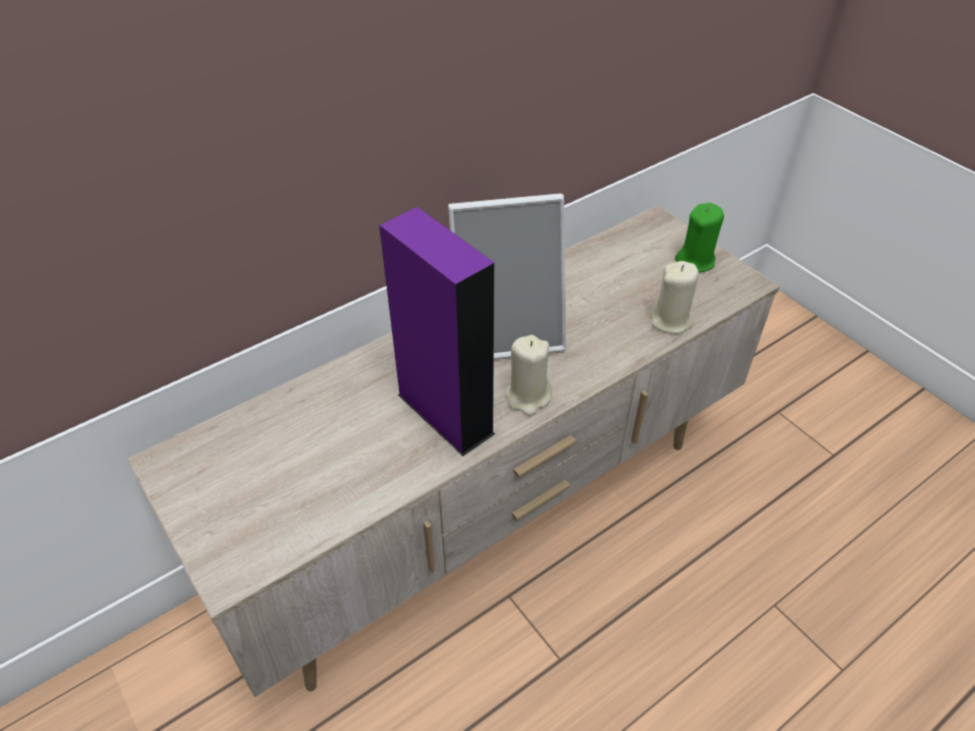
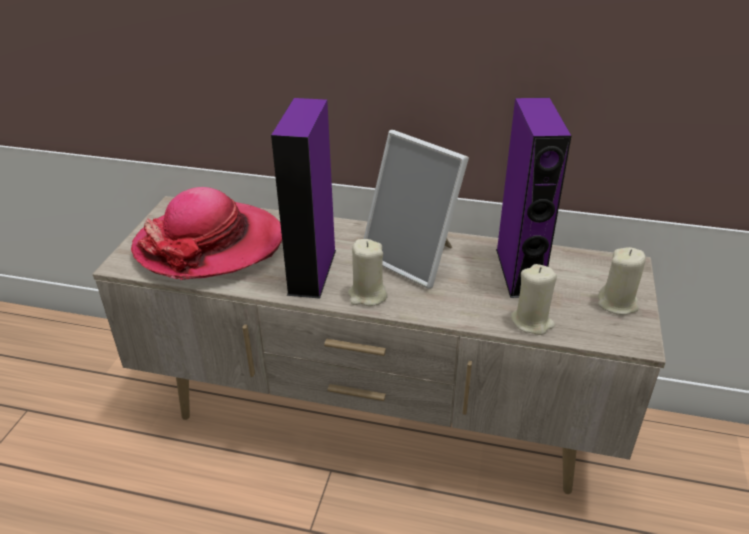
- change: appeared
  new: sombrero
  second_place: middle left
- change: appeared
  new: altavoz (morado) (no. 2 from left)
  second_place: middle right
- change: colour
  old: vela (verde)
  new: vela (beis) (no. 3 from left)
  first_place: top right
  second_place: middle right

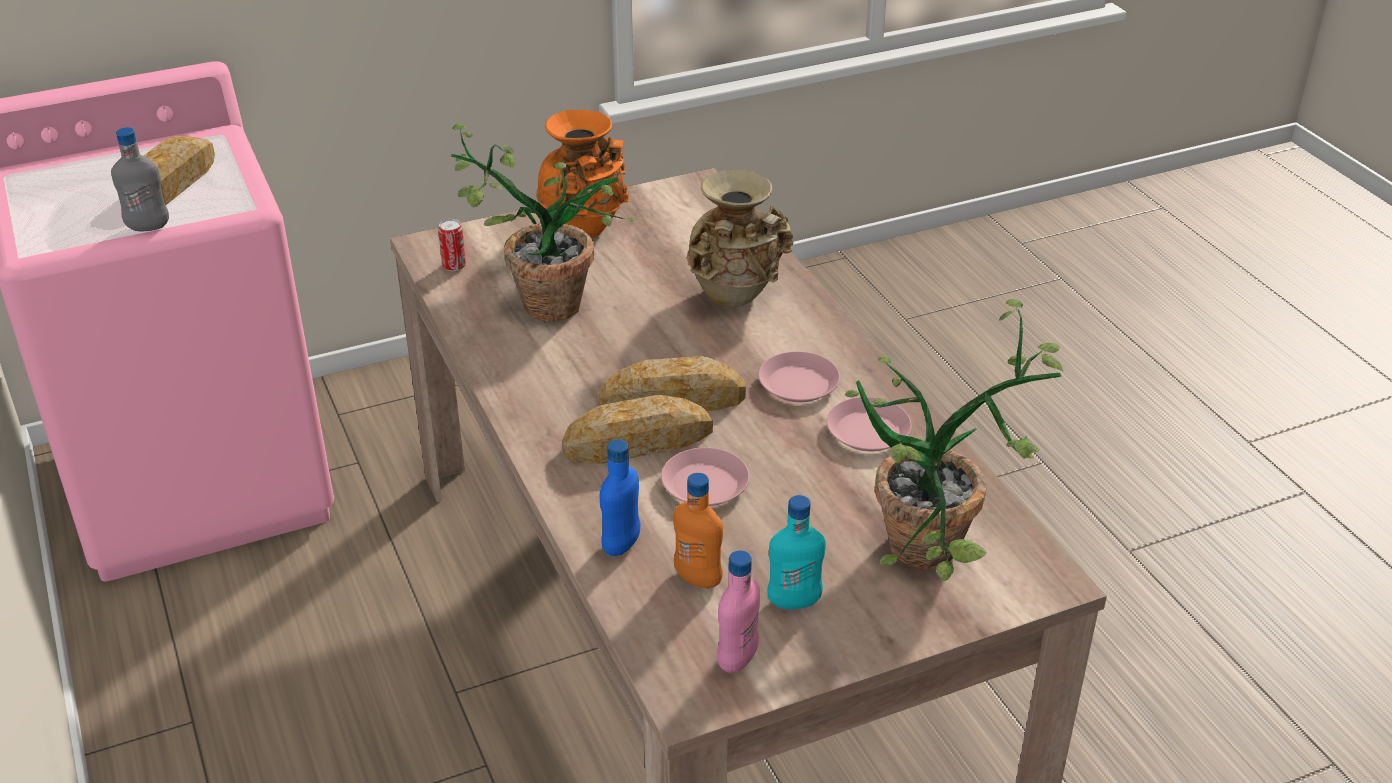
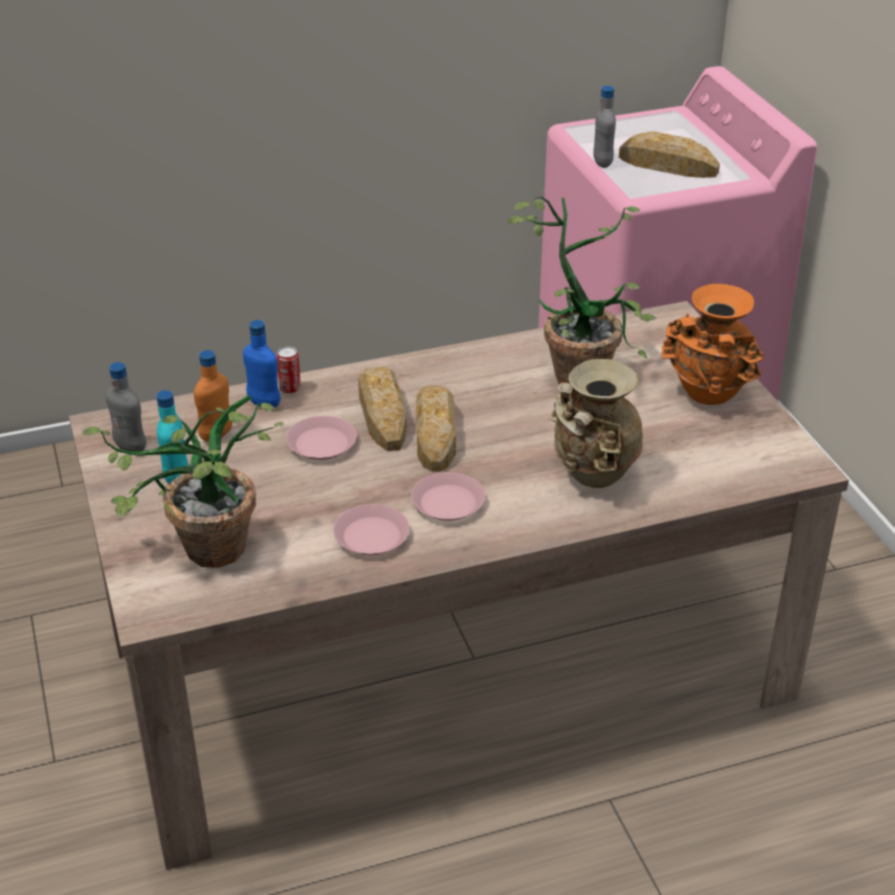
- change: colour
  old: botella (rosa)
  new: botella (gris) (no. 1 from left)
  first_place: bottom centre
  second_place: middle left
- change: relocated
  old: lata
  first_place: top left
  second_place: middle left

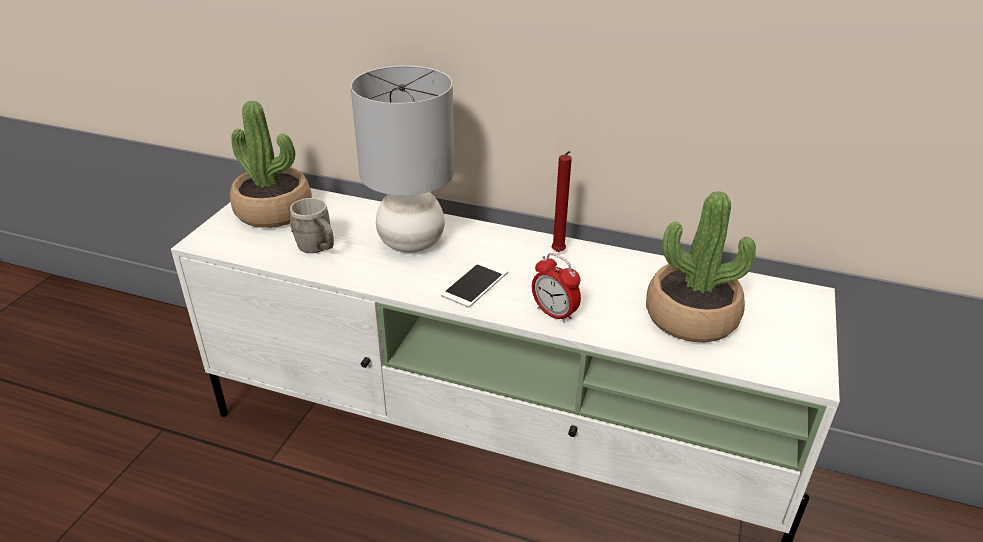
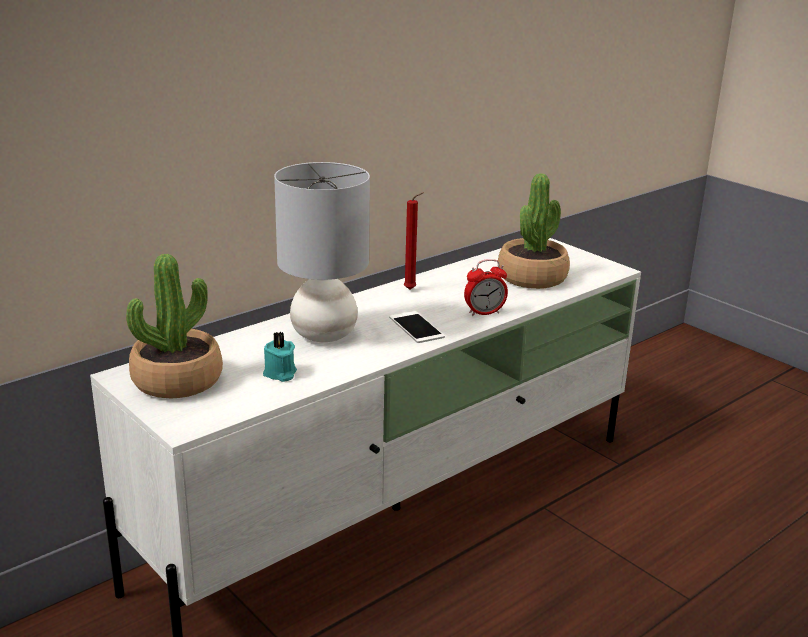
- change: exchanged
  old: taza grande (gris)
  new: vela (turquesa)
  first_place: middle left
  second_place: centre

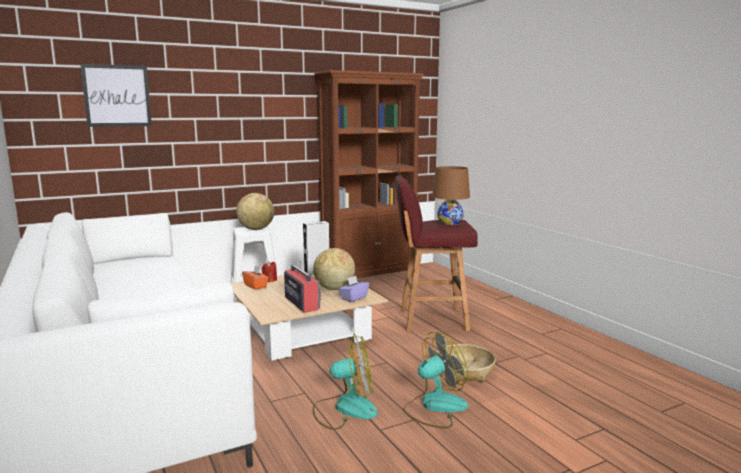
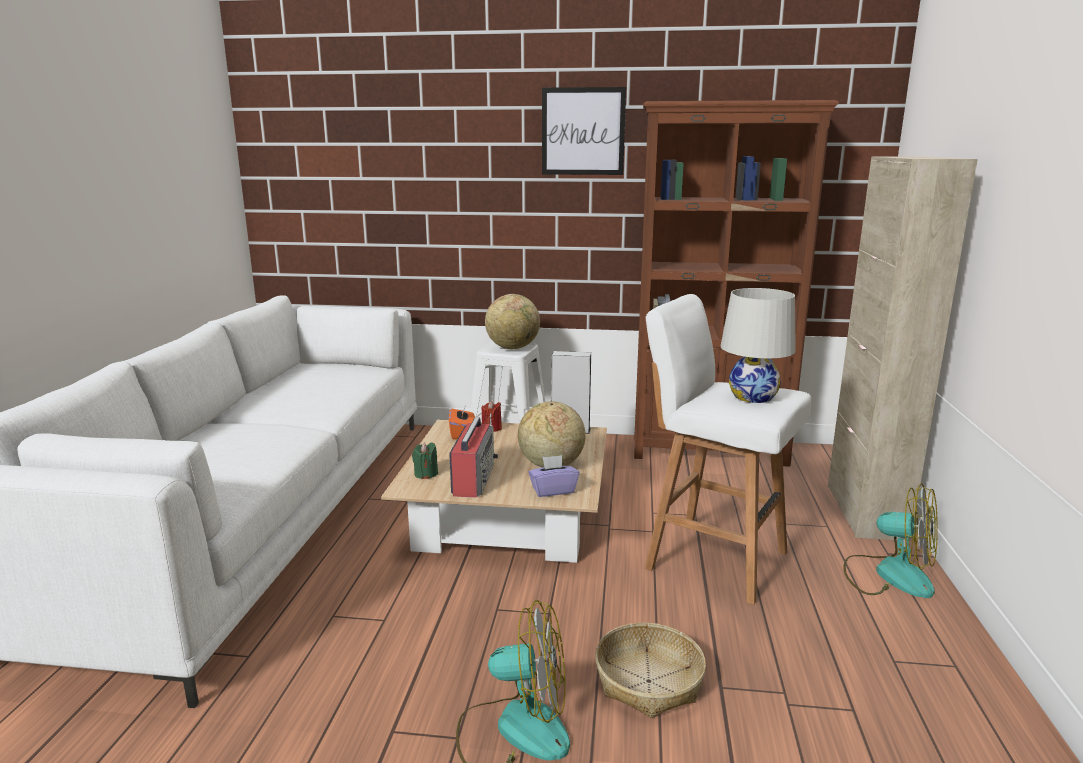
- change: appeared
  new: vela (verde)
  second_place: centre
- change: relocated
  old: cuadro
  first_place: top left
  second_place: top centre
- change: colour
  old: taburete (rojo)
  new: taburete (blanco) (no. 2 from left)
  first_place: centre
  second_place: middle right
- change: colour
  old: lámpara de mesa (marrón)
  new: lámpara de mesa (blanco)
  first_place: centre
  second_place: middle right
- change: appeared
  new: armario (beis)
  second_place: middle right
- change: relocated
  old: ventilador (no. 1 from left in the first image)
  new: ventilador (no. 2 from left)
  first_place: bottom centre
  second_place: bottom right

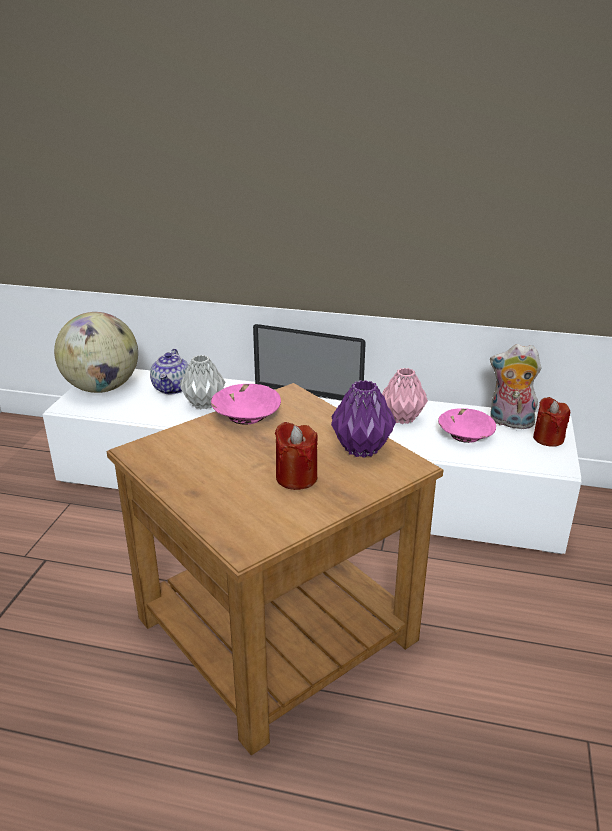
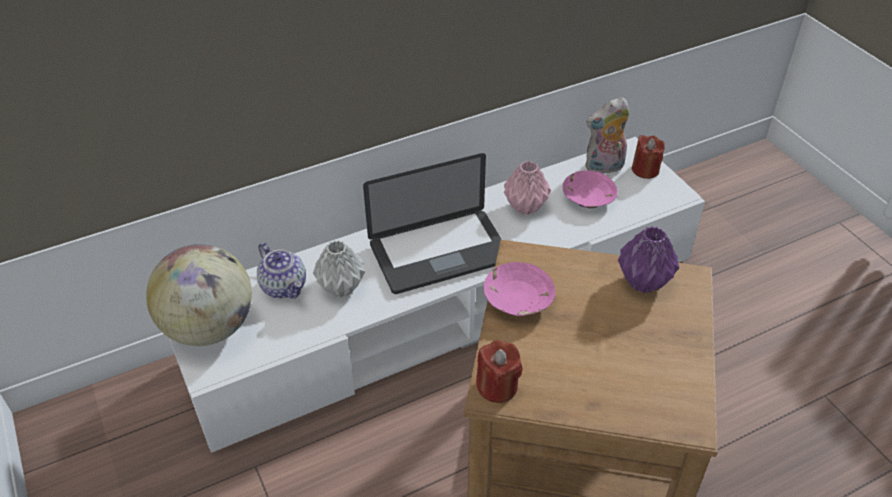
- change: relocated
  old: vela (rojo) (no. 1 from left)
  first_place: centre
  second_place: bottom centre

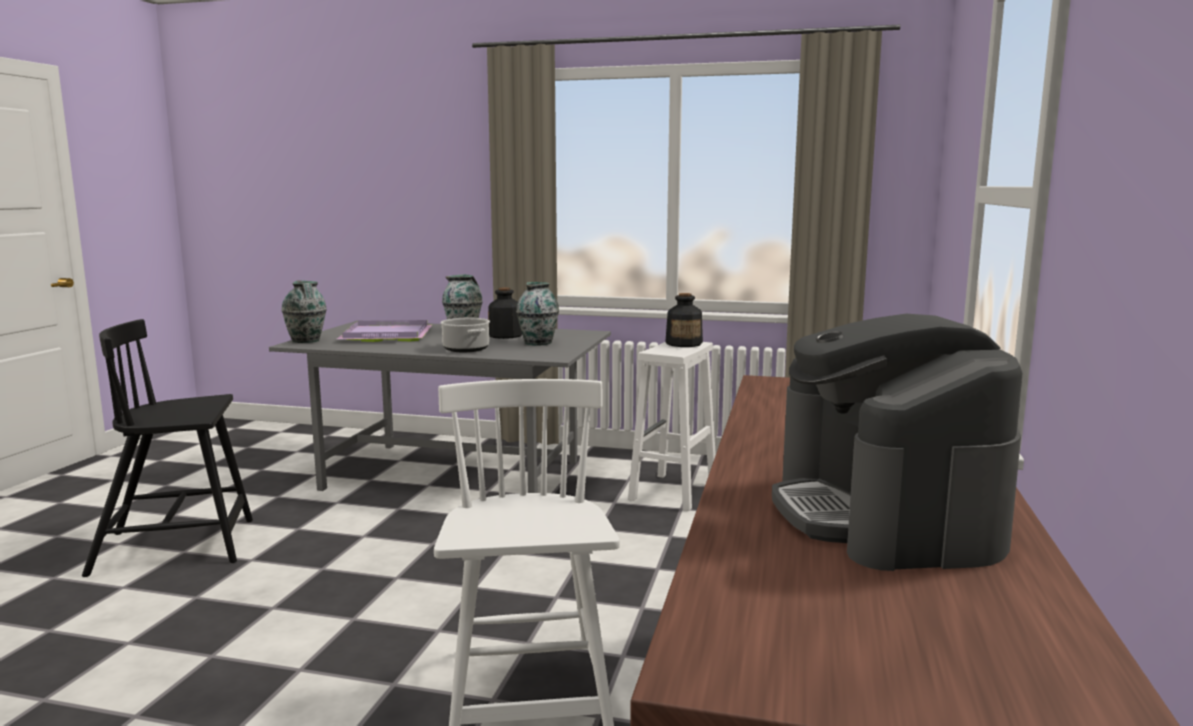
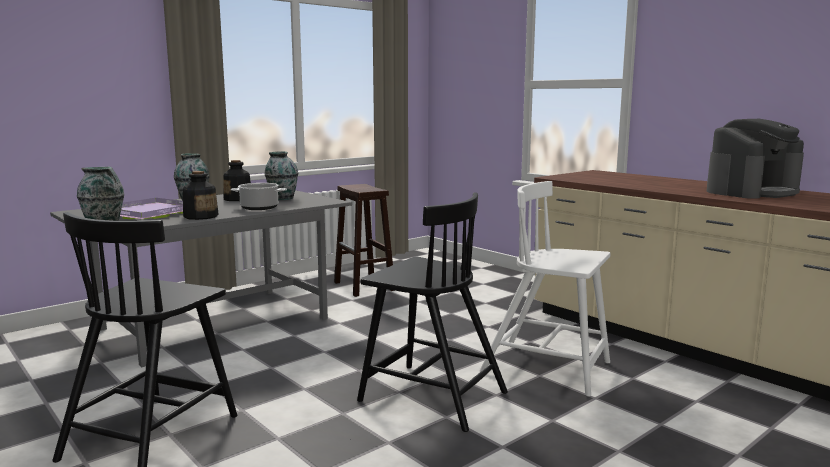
- change: relocated
  old: botella (no. 2 from left in the first image)
  new: botella (no. 1 from left)
  first_place: centre
  second_place: middle left
- change: colour
  old: taburete (blanco)
  new: taburete (marrón)
  first_place: centre
  second_place: centre
- change: appeared
  new: silla (negro) (no. 2 from left)
  second_place: bottom centre
- change: spun
  old: cafetera
  first_place: middle right
  second_place: middle right
  degrees: -60

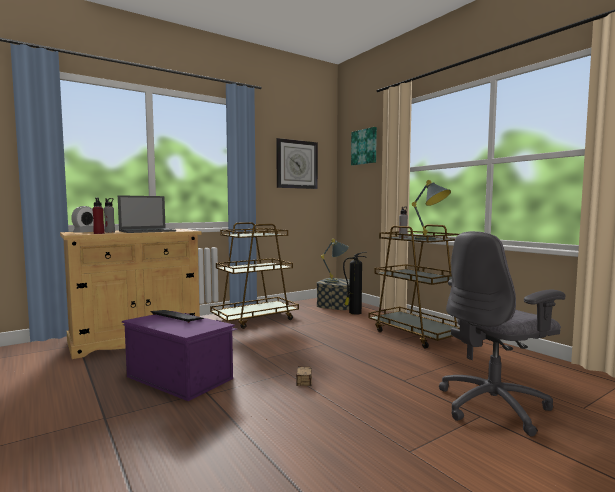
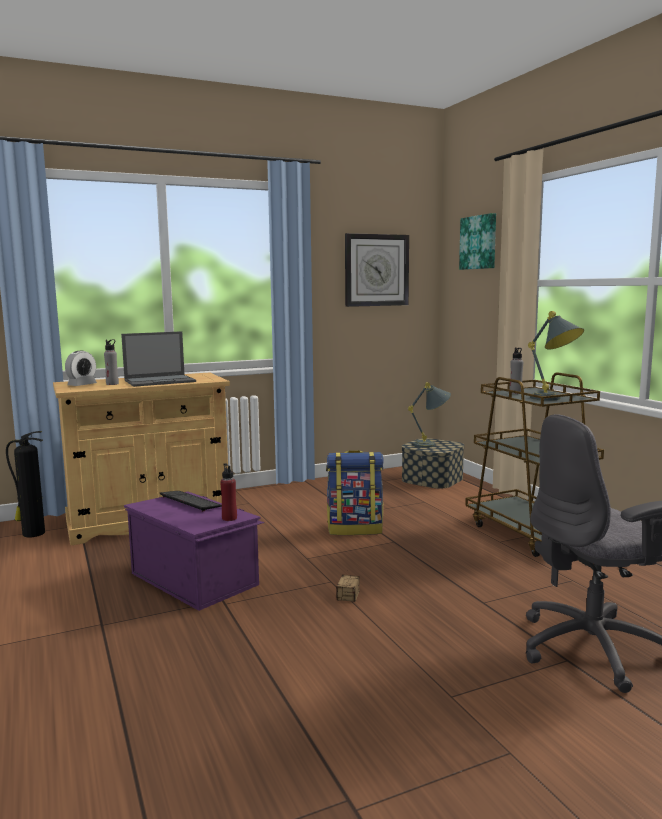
- change: relocated
  old: extintor
  first_place: centre
  second_place: middle left
- change: relocated
  old: botella (rojo)
  first_place: middle left
  second_place: centre
- change: appeared
  new: mochila
  second_place: centre
- change: missing
  old: carrito (marrón) (no. 1 from left)
  first_place: centre

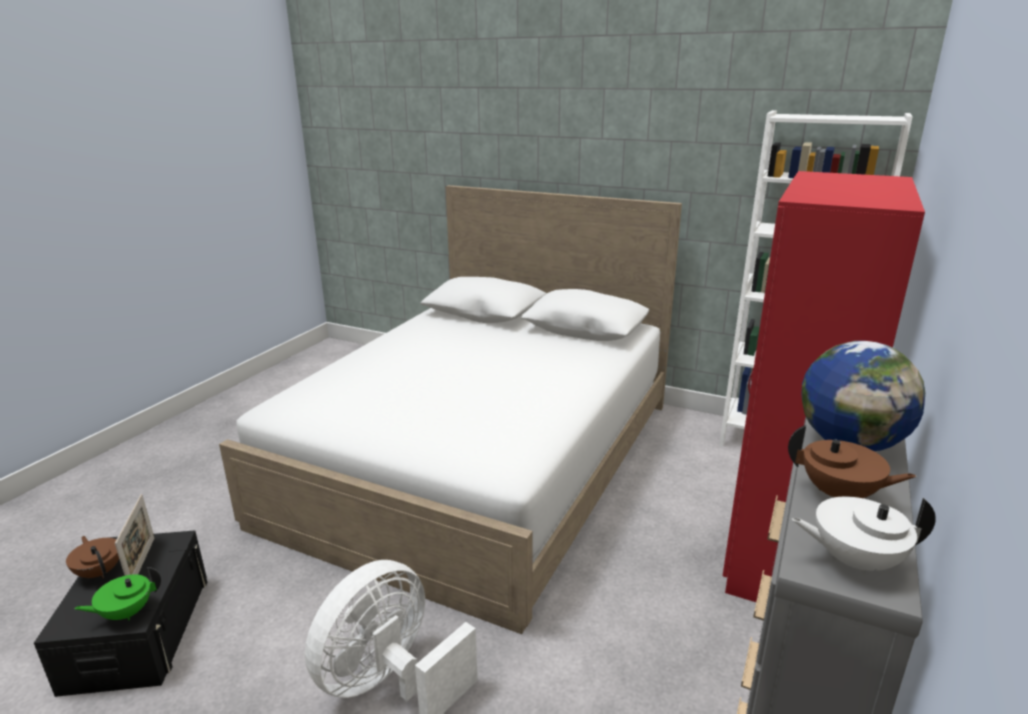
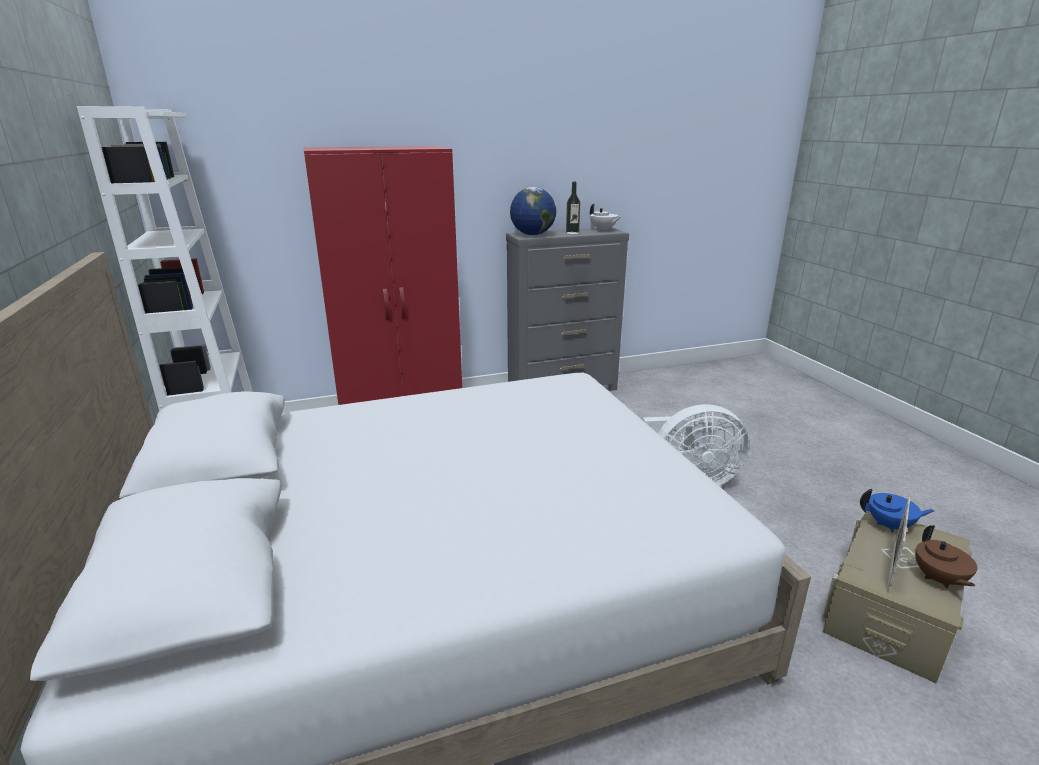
- change: exchanged
  old: tetera (marrón) (no. 2 from left)
  new: botella
  first_place: middle right
  second_place: top centre
- change: colour
  old: caja de almacenaje (negro)
  new: caja de almacenaje (beis)
  first_place: bottom left
  second_place: bottom right
- change: colour
  old: tetera (verde)
  new: tetera (azul)
  first_place: bottom left
  second_place: bottom right

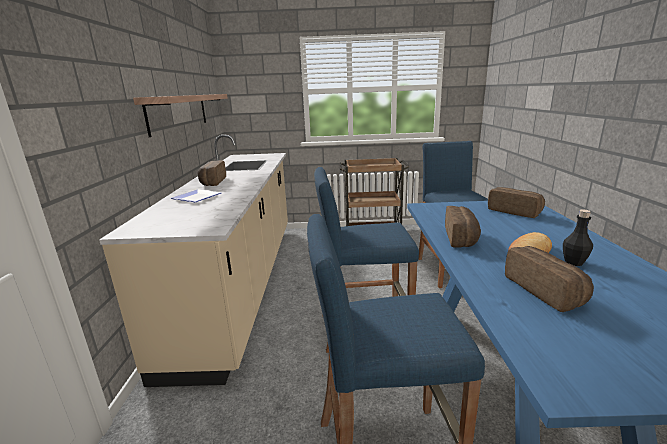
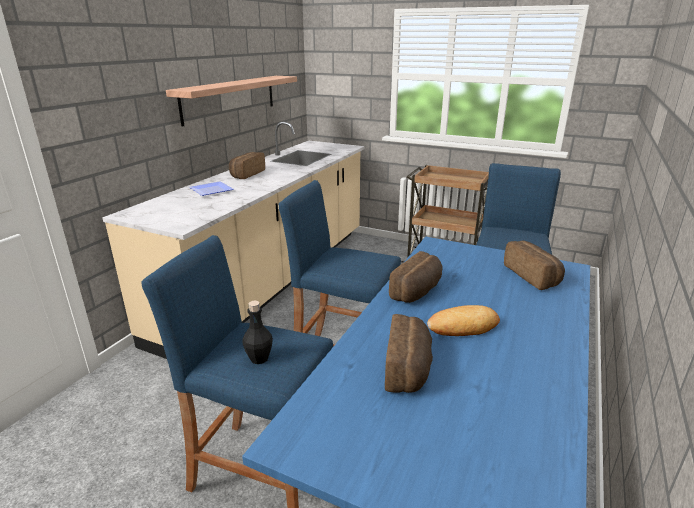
- change: relocated
  old: botella (negro)
  first_place: middle right
  second_place: centre

